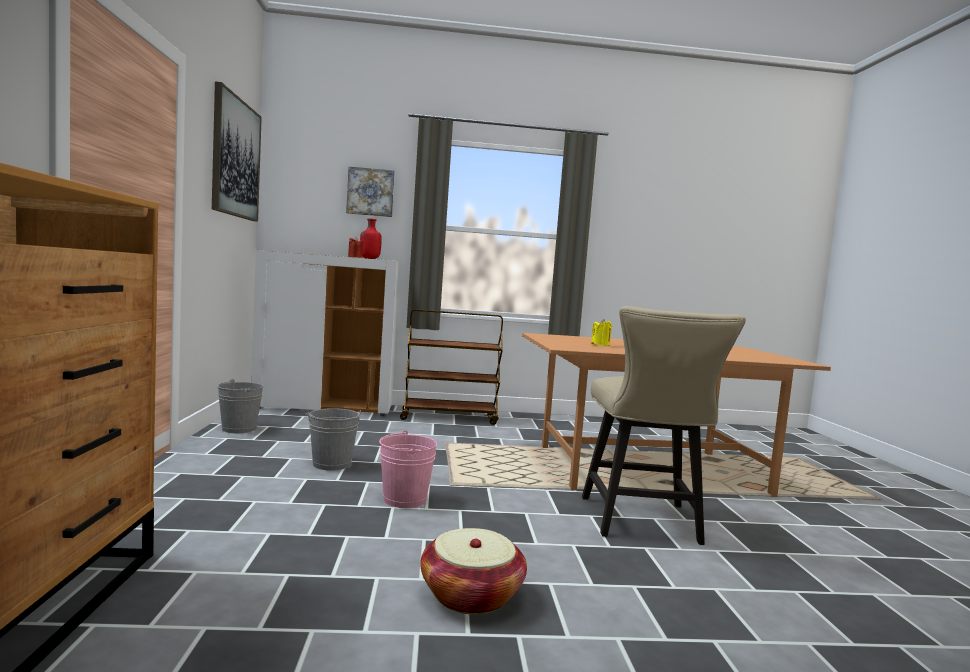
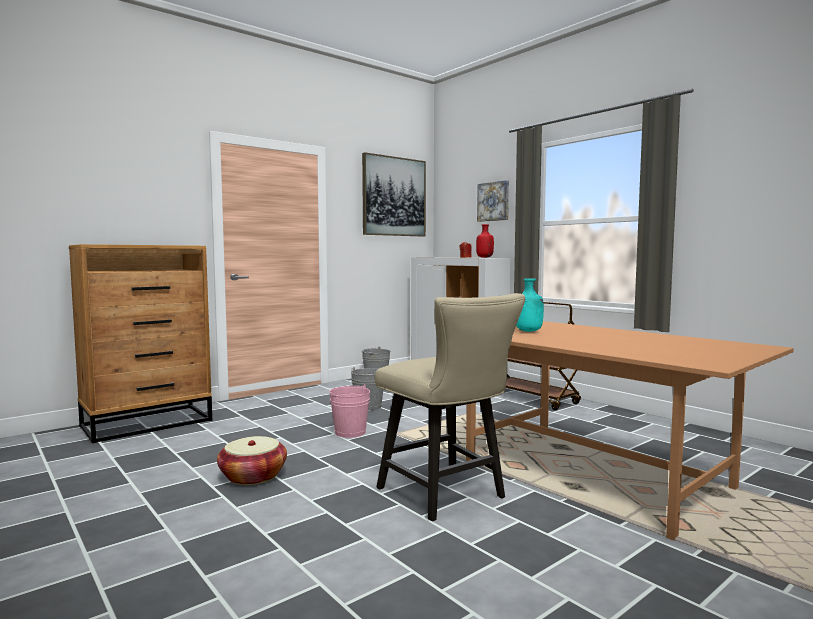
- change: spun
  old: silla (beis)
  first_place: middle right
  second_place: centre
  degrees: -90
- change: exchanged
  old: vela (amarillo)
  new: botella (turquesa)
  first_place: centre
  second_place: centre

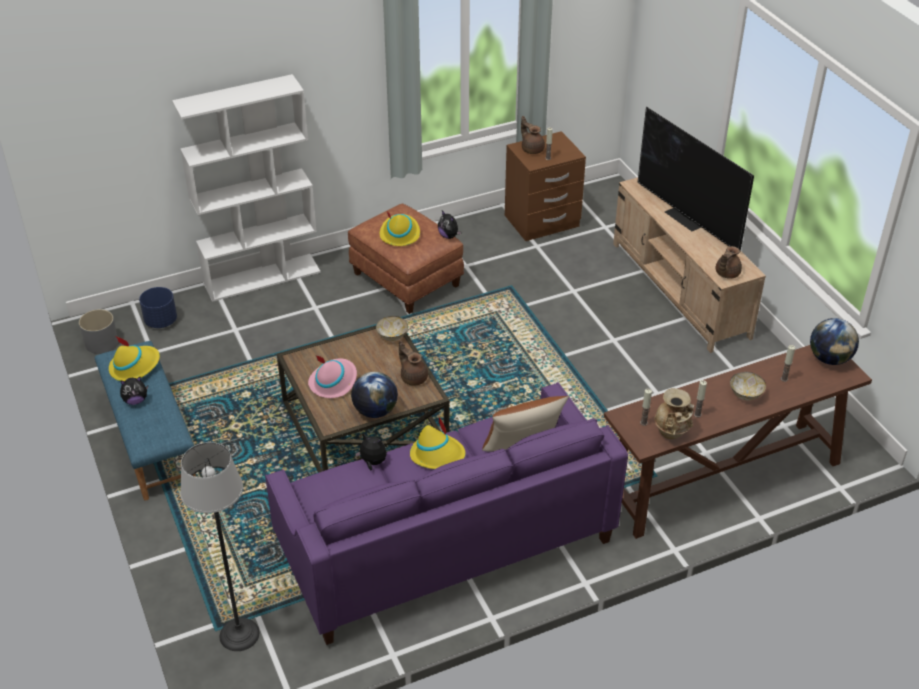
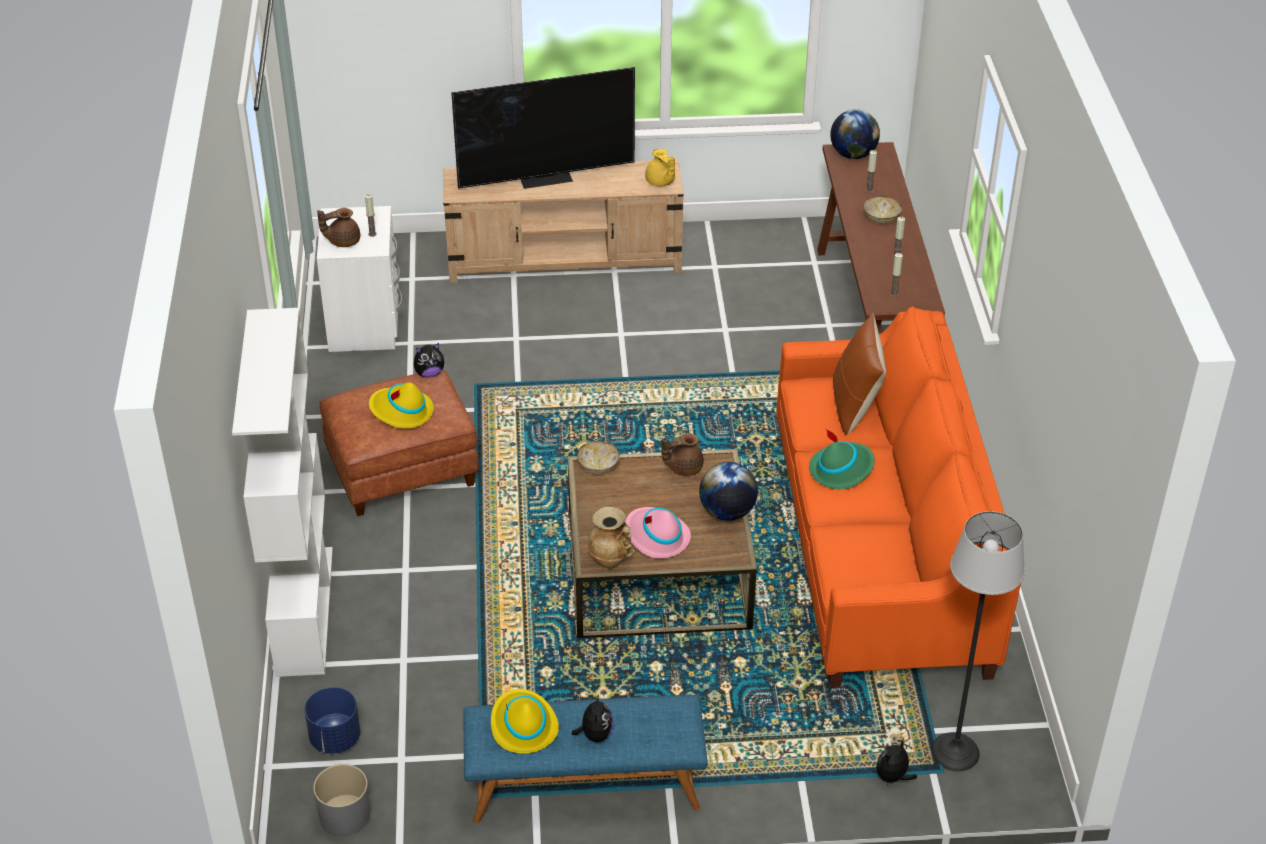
- change: colour
  old: mesita de noche (marrón)
  new: mesita de noche (blanco)
  first_place: top centre
  second_place: top left
- change: relocated
  old: florero (beis)
  first_place: middle right
  second_place: centre
- change: colour
  old: tetera (marrón) (no. 3 from left)
  new: tetera (amarillo)
  first_place: middle right
  second_place: top centre
- change: colour
  old: sofá (morado)
  new: sofá (naranja)
  first_place: bottom centre
  second_place: middle right
- change: colour
  old: sombrero (amarillo) (no. 3 from left)
  new: sombrero (verde)
  first_place: centre
  second_place: centre
- change: relocated
  old: peluche (no. 2 from left in the first image)
  new: peluche (no. 3 from left)
  first_place: centre
  second_place: bottom right

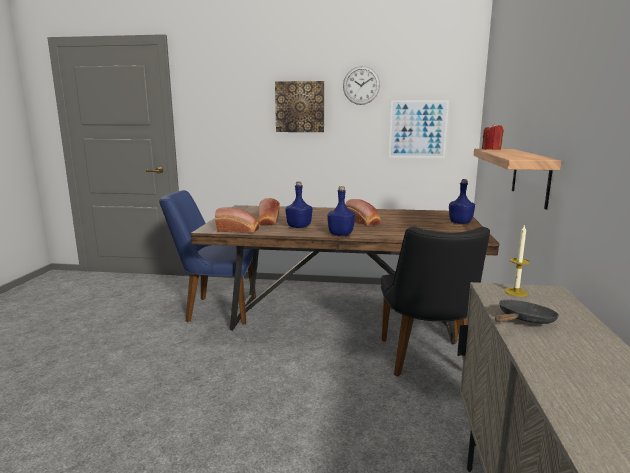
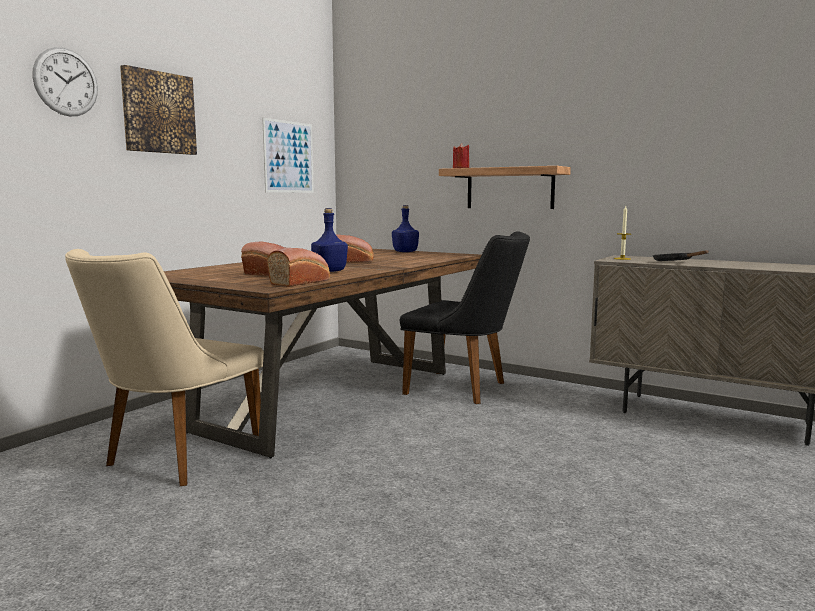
- change: relocated
  old: reloj de pared
  first_place: top centre
  second_place: top left
- change: colour
  old: silla (azul)
  new: silla (beis)
  first_place: middle left
  second_place: middle left
- change: missing
  old: botella (azul) (no. 2 from left)
  first_place: centre

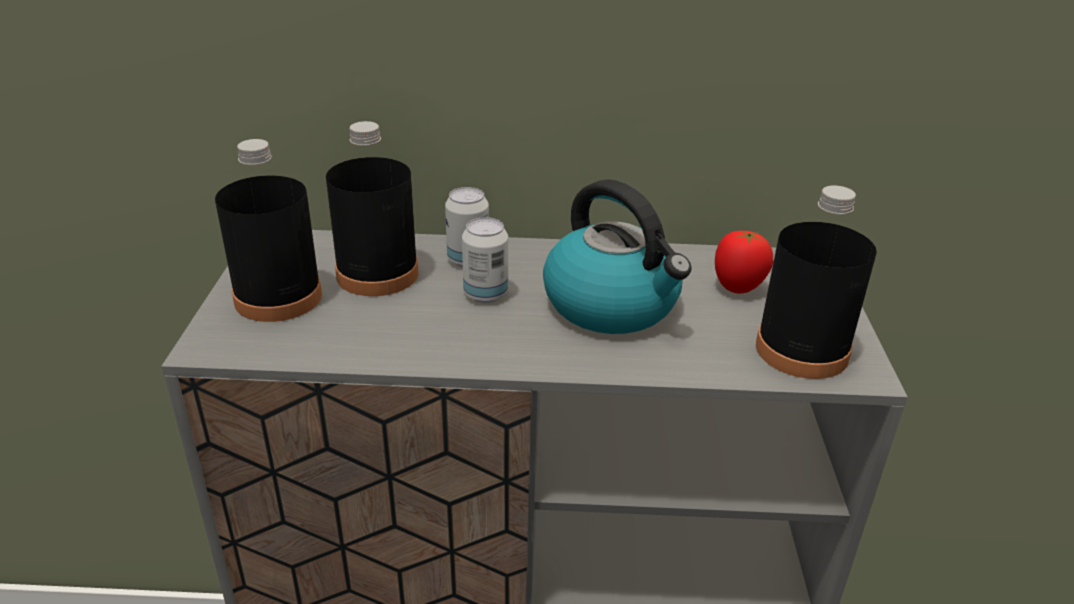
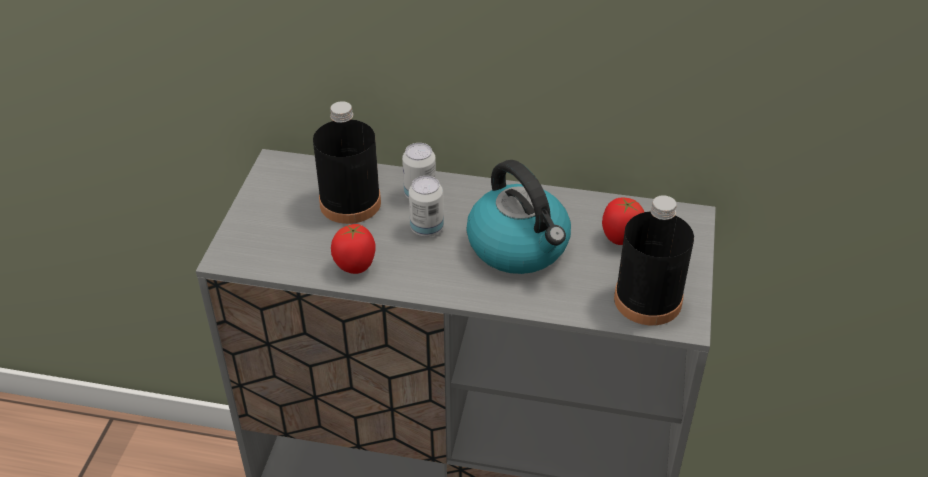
- change: appeared
  new: tomate (no. 1 from left)
  second_place: centre
- change: missing
  old: botella (negro) (no. 1 from left)
  first_place: middle left

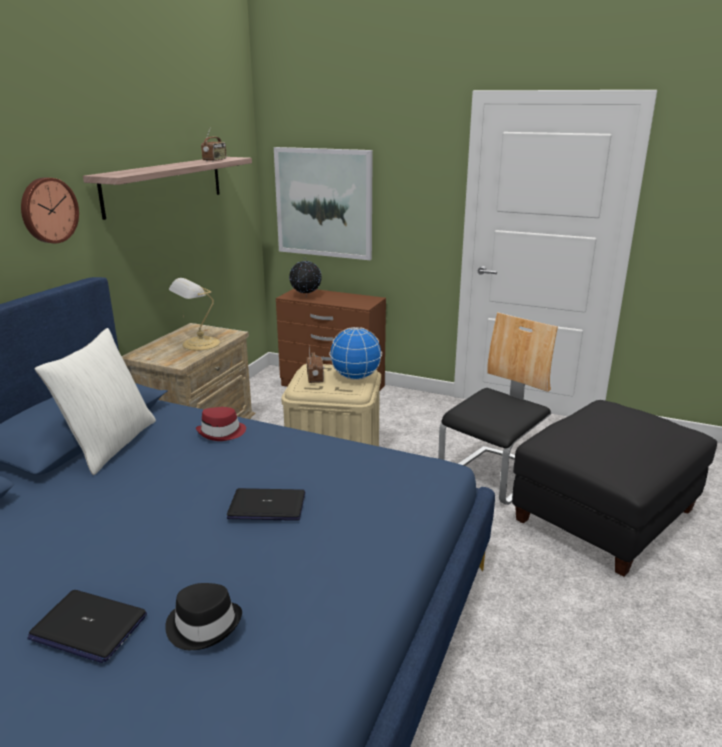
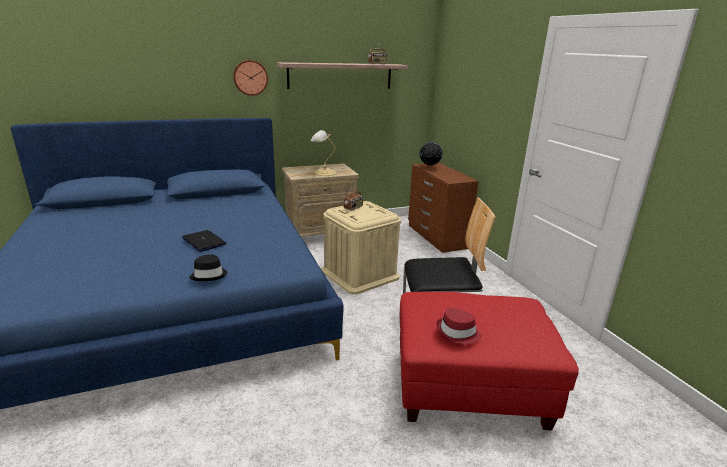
- change: relocated
  old: sombrero (negro)
  first_place: bottom left
  second_place: middle left
- change: colour
  old: puf (negro)
  new: puf (rojo)
  first_place: middle right
  second_place: bottom right
- change: relocated
  old: sombrero (rojo)
  first_place: middle left
  second_place: bottom centre
- change: missing
  old: portátil (no. 1 from left)
  first_place: bottom left
- change: missing
  old: cojín (blanco)
  first_place: middle left
- change: missing
  old: cuadro
  first_place: top centre
- change: missing
  old: globo terráqueo (no. 2 from left)
  first_place: centre

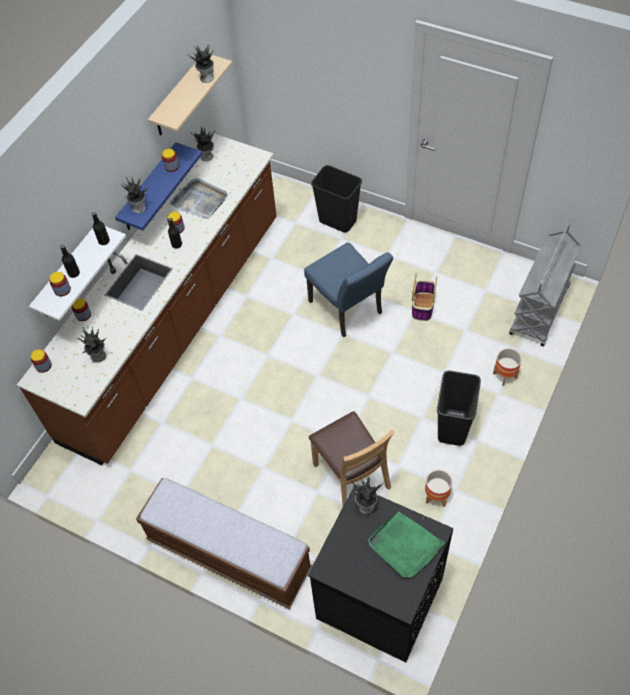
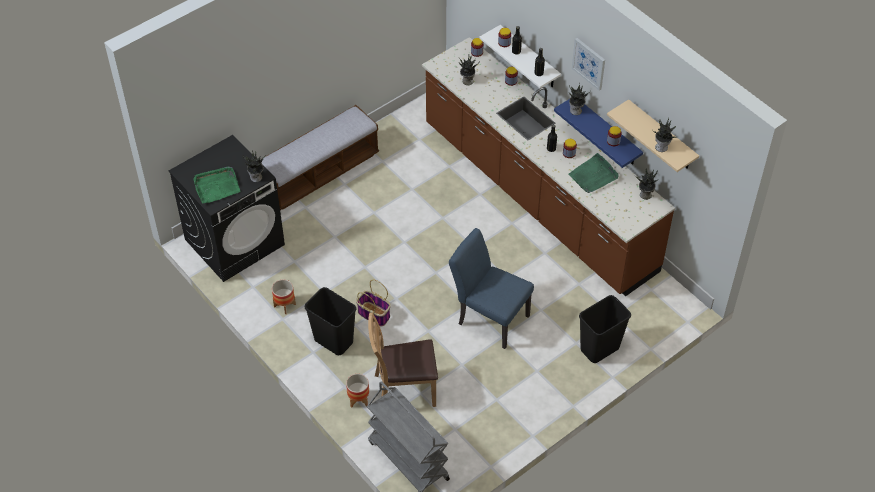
- change: relocated
  old: cesta
  first_place: middle right
  second_place: centre
- change: relocated
  old: silla (marrón)
  first_place: centre
  second_place: bottom centre
- change: spun
  old: silla (azul)
  first_place: centre
  second_place: centre
  degrees: 45
- change: colour
  old: bandeja (gris)
  new: bandeja (verde) (no. 2 from left)
  first_place: top left
  second_place: middle right
- change: appeared
  new: cuadro
  second_place: top right

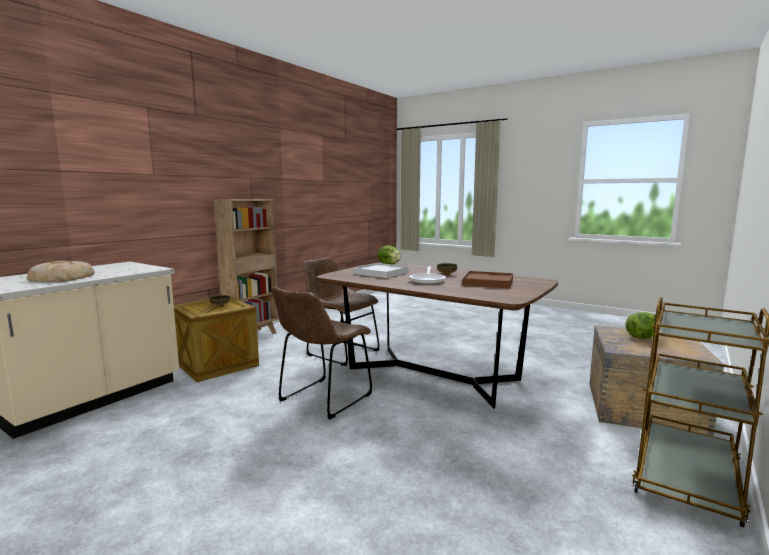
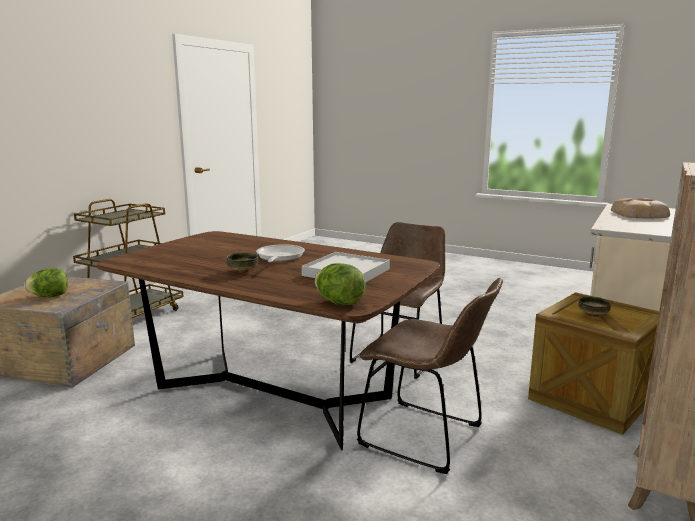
- change: missing
  old: bandeja (marrón)
  first_place: centre

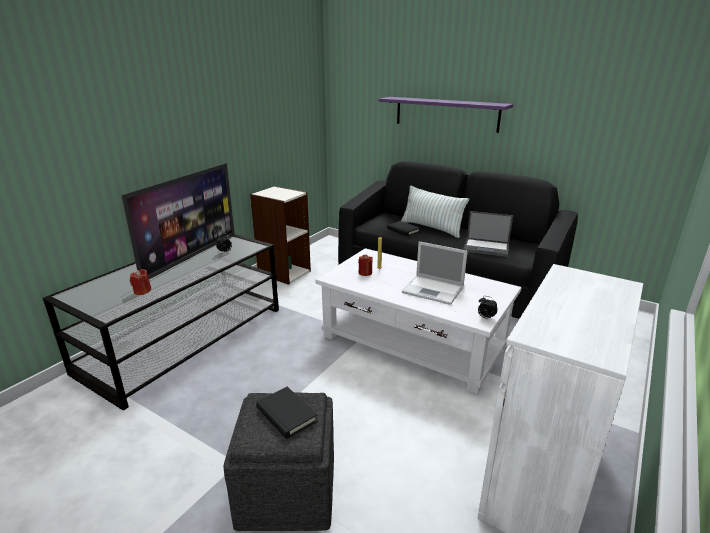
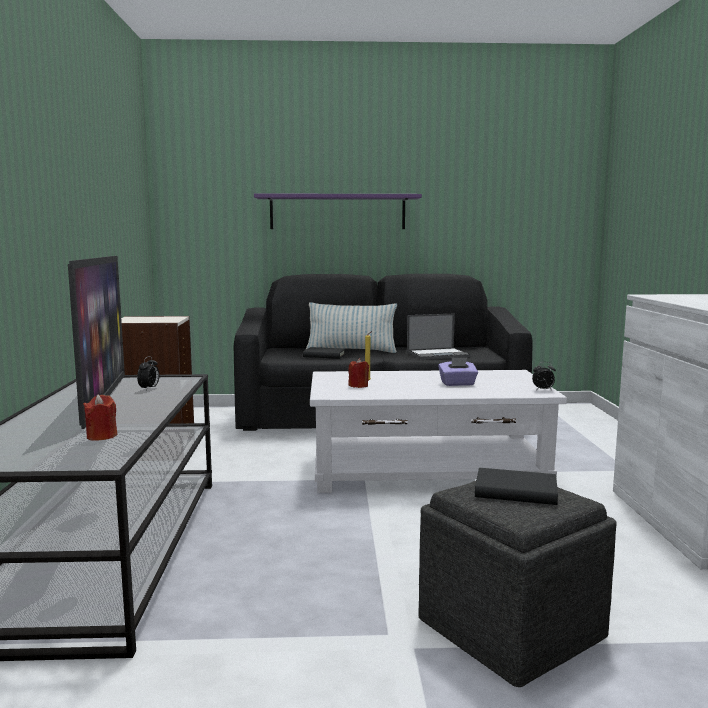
- change: exchanged
  old: portátil (no. 1 from left)
  new: caja de pañuelos (morado)
  first_place: centre
  second_place: centre

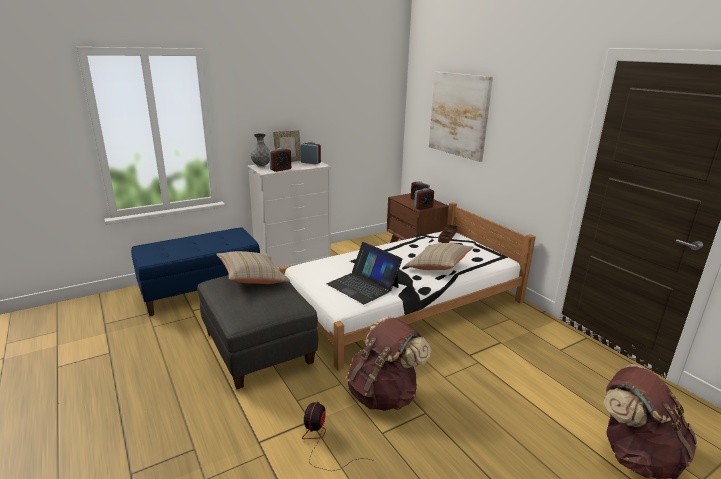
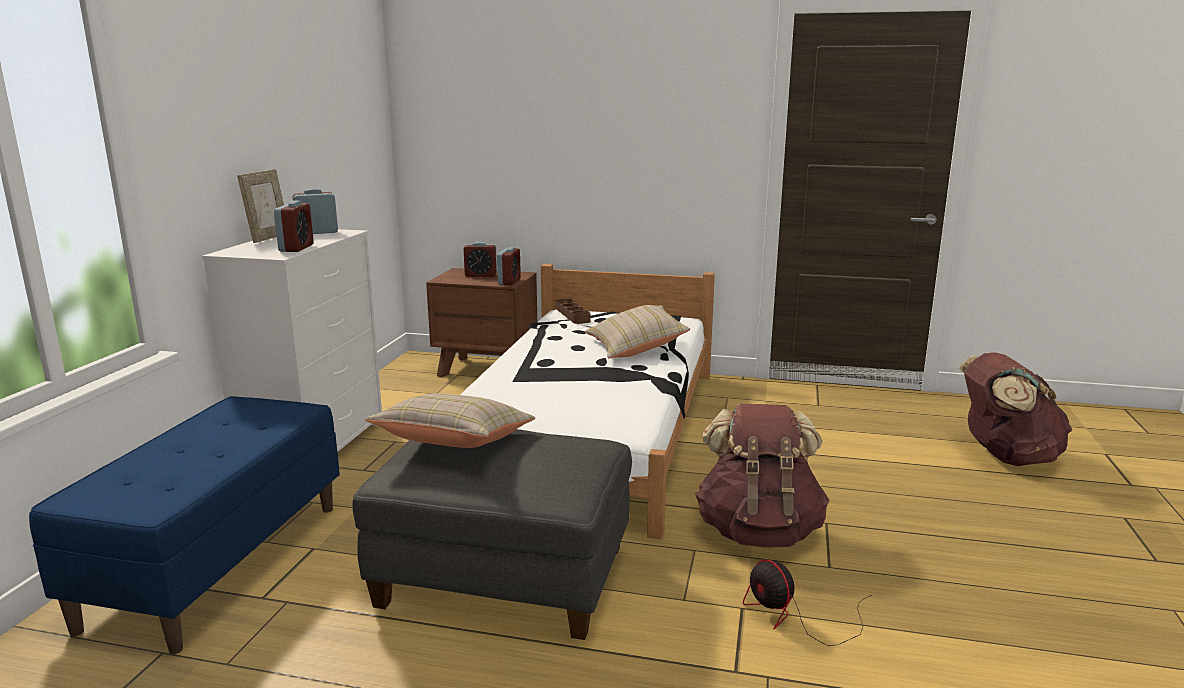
- change: missing
  old: florero (gris)
  first_place: top centre
- change: missing
  old: portátil
  first_place: centre
- change: missing
  old: cuadro
  first_place: top centre

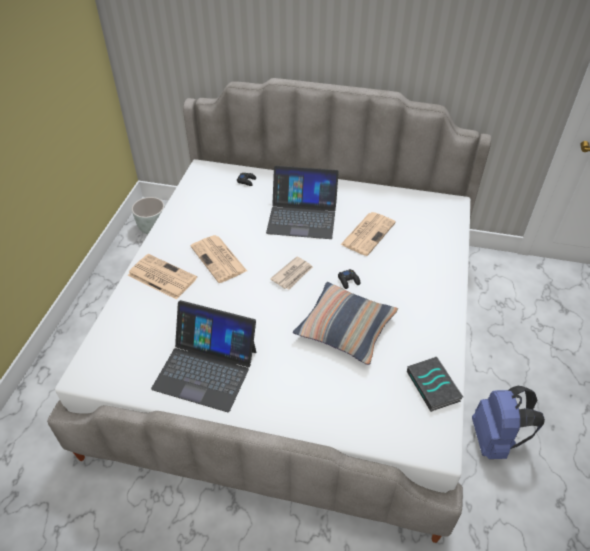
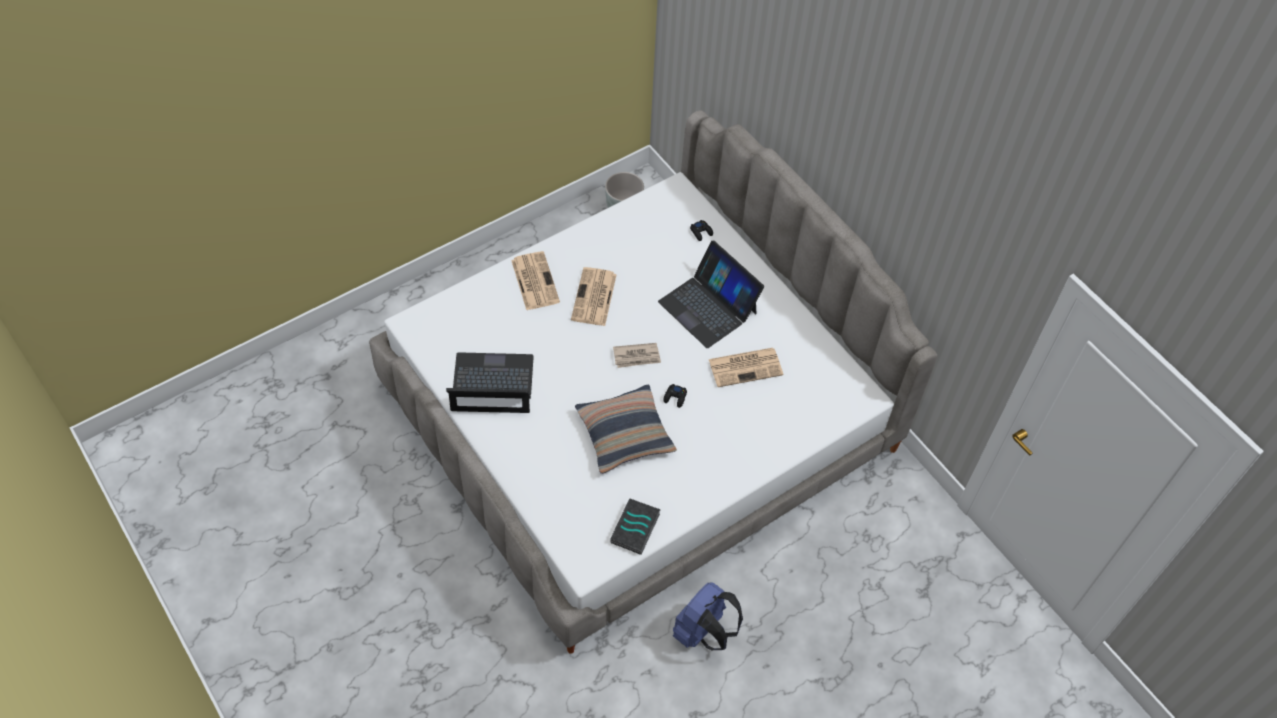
- change: spun
  old: portátil (no. 1 from left)
  first_place: centre
  second_place: centre
  degrees: 120

